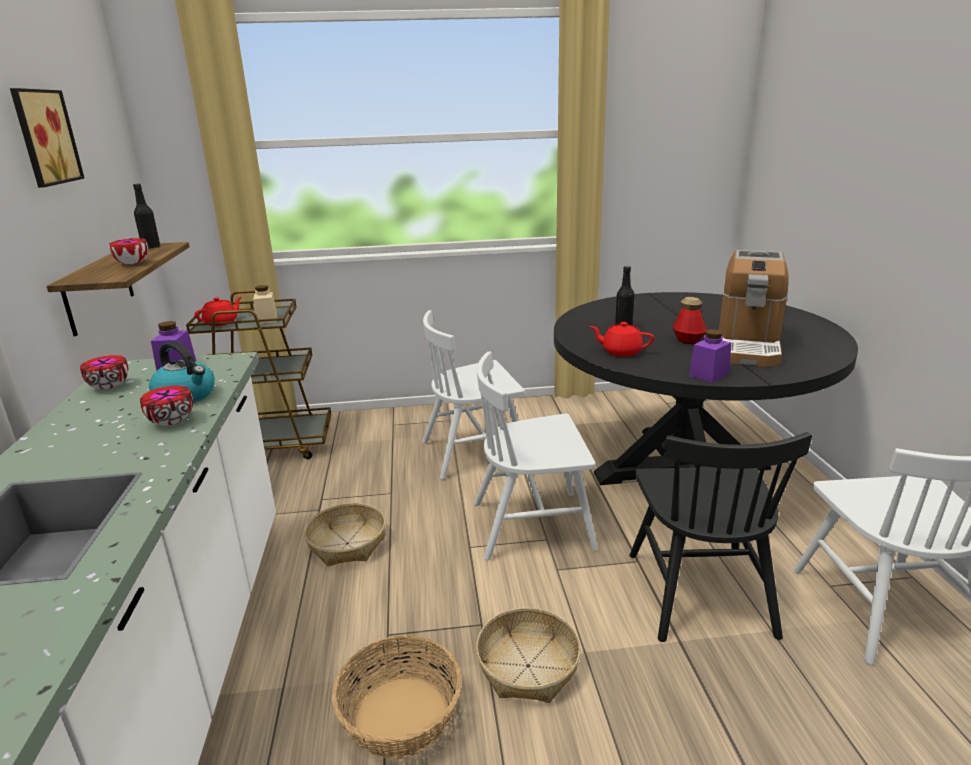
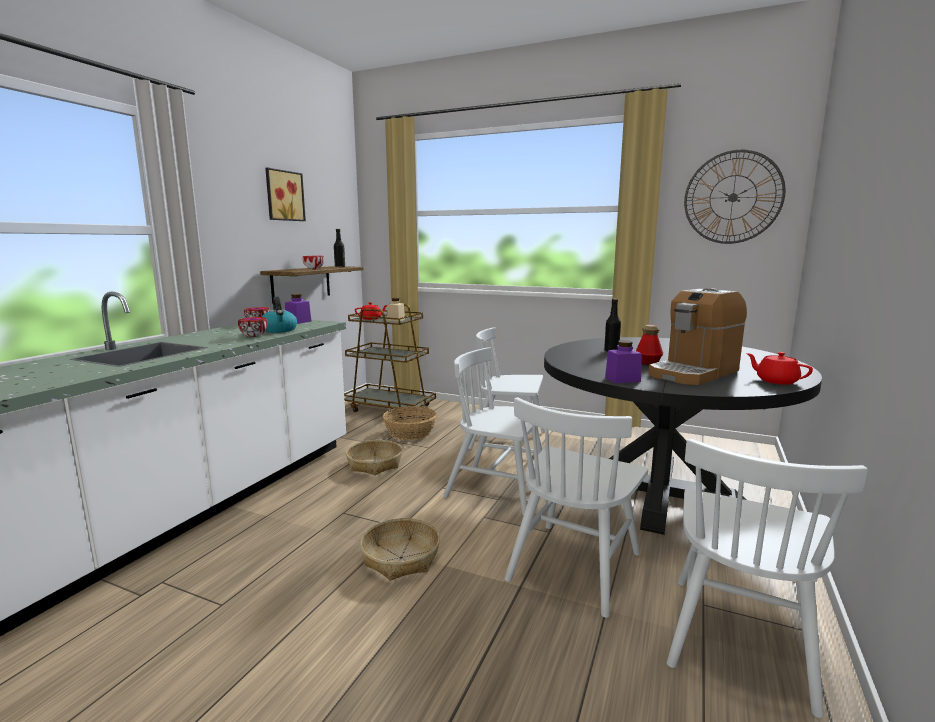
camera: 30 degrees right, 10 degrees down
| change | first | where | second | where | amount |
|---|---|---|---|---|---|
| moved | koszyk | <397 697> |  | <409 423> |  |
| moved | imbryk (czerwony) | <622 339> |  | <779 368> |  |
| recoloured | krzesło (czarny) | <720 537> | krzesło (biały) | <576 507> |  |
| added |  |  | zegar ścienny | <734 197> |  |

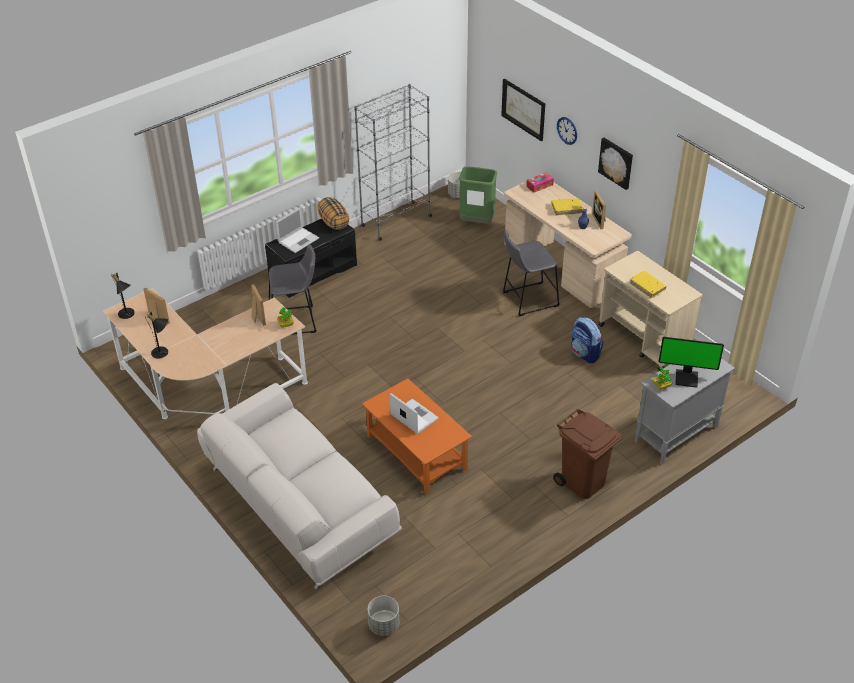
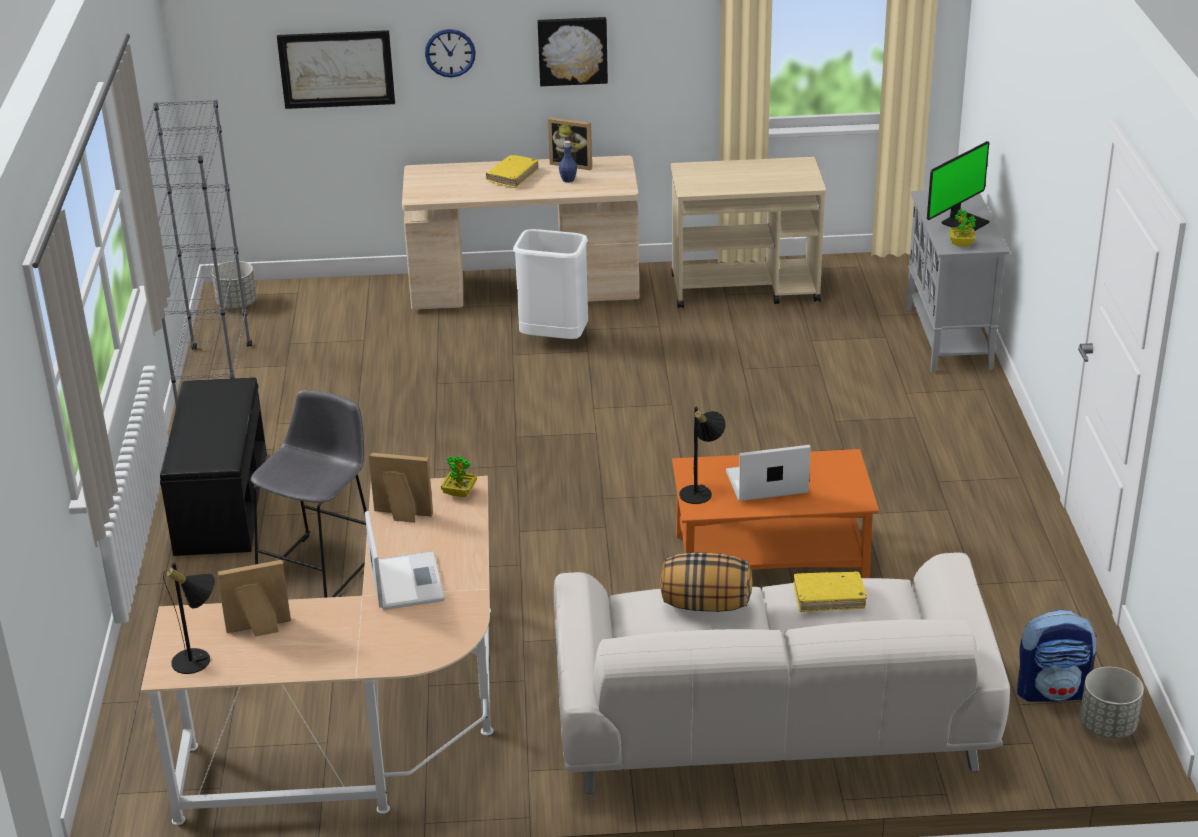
camera: 55 degrees left, 10 degrees down
| change | first | where | second | where | amount |
|---|---|---|---|---|---|
| moved | lampa stołowa (czarny) | <156 335> |  | <702 455> |  |
| moved | laptop | <297 230> |  | <405 560> |  |
| moved | poduszka | <333 213> |  | <706 582> |  |
| removed | kosz na śmieci (zielony) | <478 195> |  |  |  |
| replaced | stołek (szary) | <531 274> | kosz na śmieci (biały) | <550 284> |  |
| removed | pudełko chusteczek | <540 182> |  |  |  |
| removed | kosz na śmieci (brązowy) | <587 454> |  |  |  |
| moved | plecak | <587 340> |  | <1057 656> |  |
| moved | książka (żółty) | <648 284> |  | <830 592> |  |

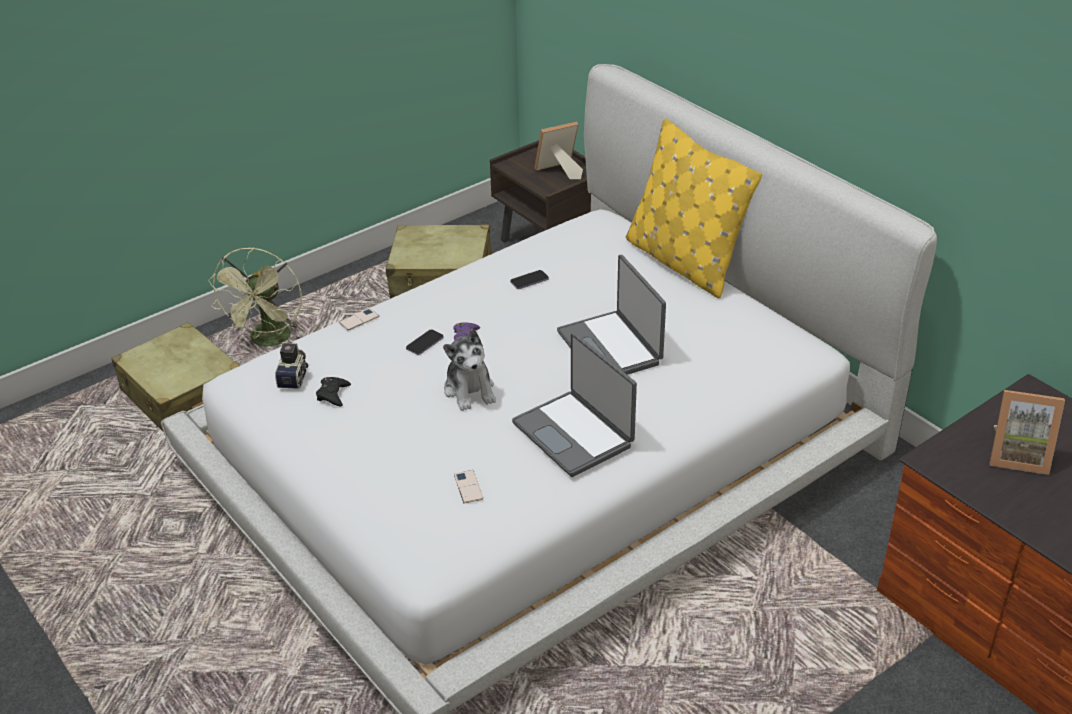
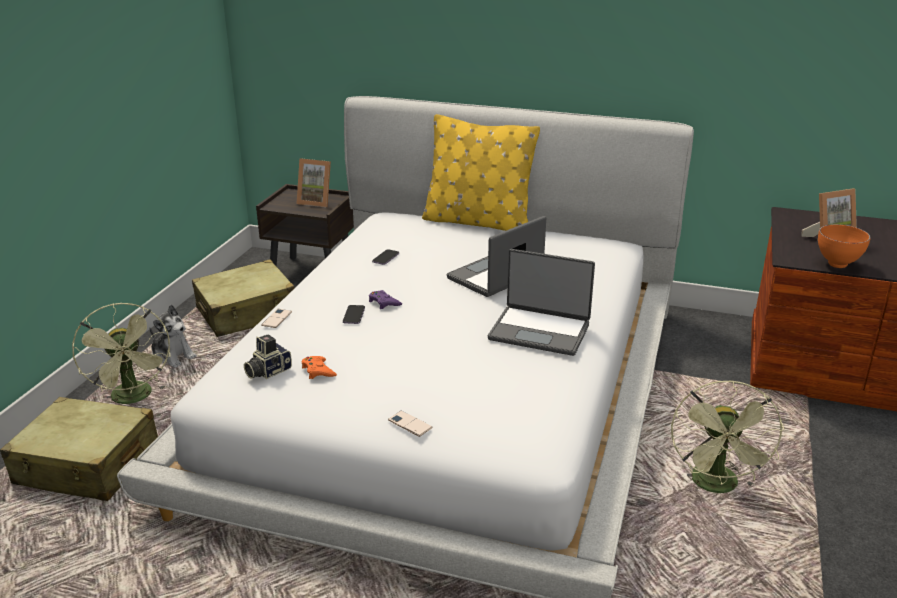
camera: 35 degrees left, 10 degrees down
| change | first | where | second | where | amount |
|---|---|---|---|---|---|
| turned | aparat fotograficzny | <291 365> |  | <268 356> | 105 degrees counterclockwise |
| recoloured | pad do gier (czarny) | <333 391> | pad do gier (pomarańczowy) | <319 367> |  |
| moved | pluszak | <469 370> |  | <173 336> |  |
| moved | telefon | <468 486> |  | <410 424> |  |
| turned | ramka na zdjęcie | <558 150> |  | <314 182> | 105 degrees counterclockwise |
| turned | laptop | <611 315> |  | <496 256> | 105 degrees clockwise |
| added |  |  | wentylator (zielony) | <727 437> |  |
| added |  |  | miska (pomarańczowy) | <844 246> |  |

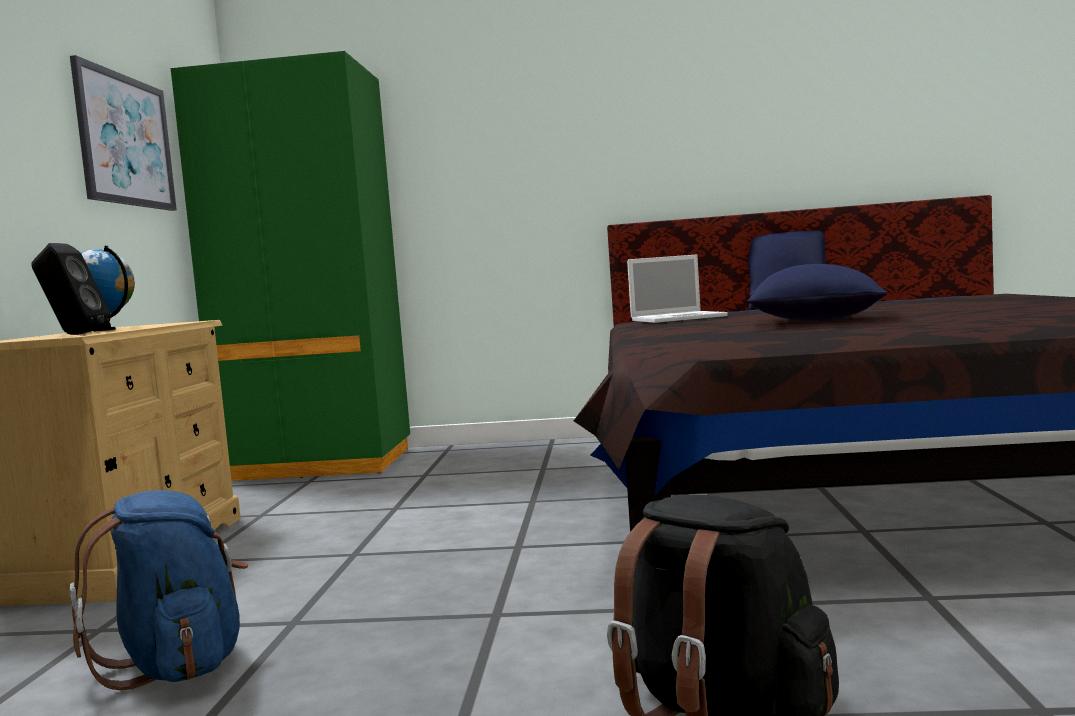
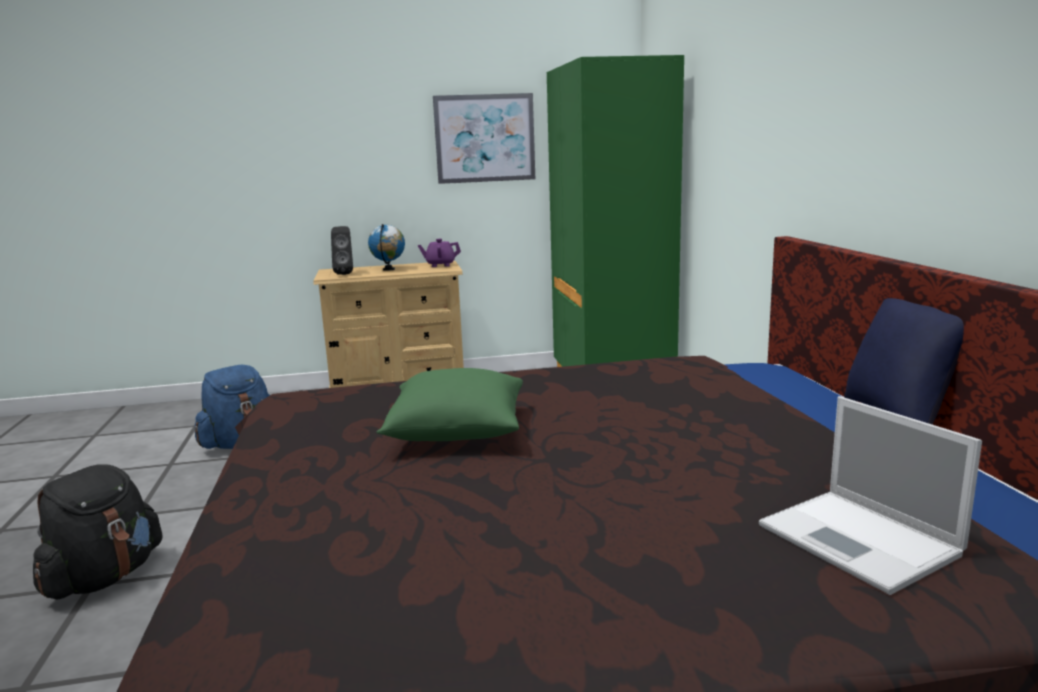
camera: 75 degrees right, 10 degrees up
| change | first | where | second | where | amount |
|---|---|---|---|---|---|
| moved | laptop | <677 289> |  | <870 495> |  |
| recoloured | poduszka (niebieski) | <818 292> | poduszka (zielony) | <449 404> |  |
| added |  |  | imbryk (fioletowy) | <439 253> |  |

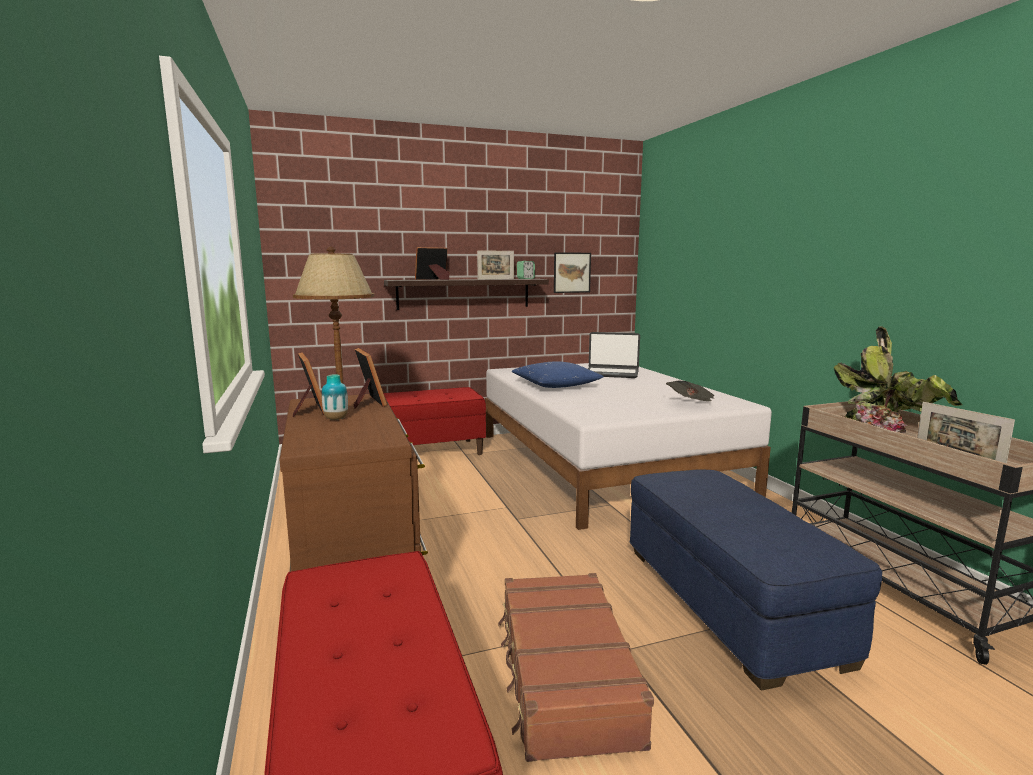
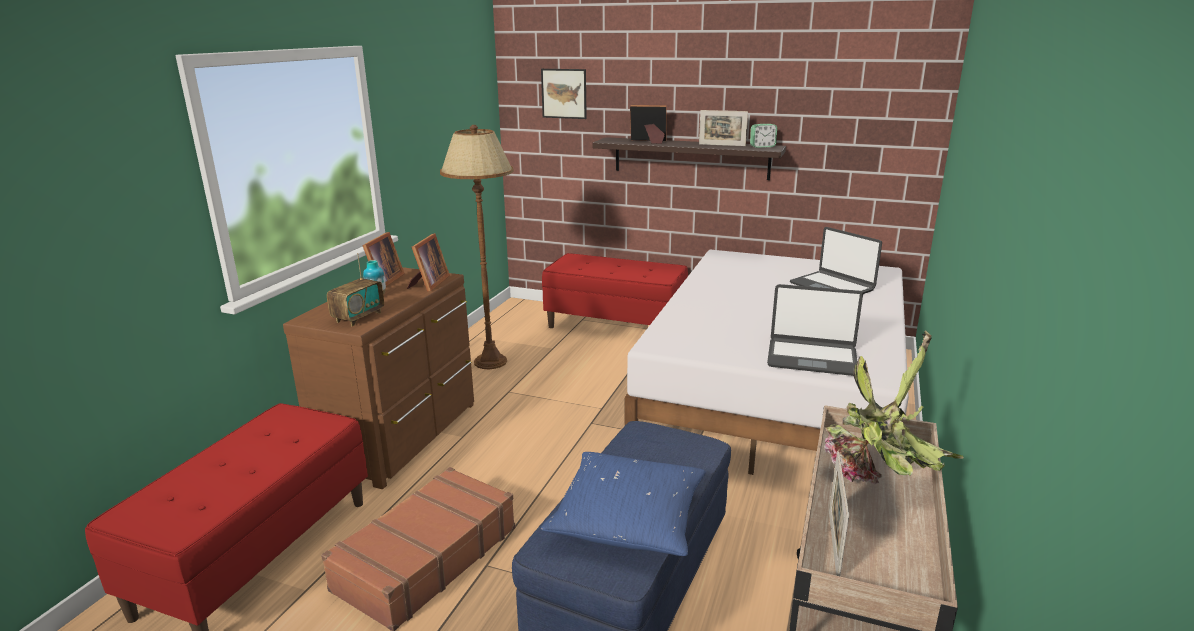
camera: 40 degrees right, 10 degrees up
| change | first | where | second | where | amount |
|---|---|---|---|---|---|
| moved | poduszka (niebieski) | <558 374> |  | <623 504> |  |
| moved | obraz | <572 272> |  | <564 94> |  |
| replaced | gazeta | <690 391> | laptop | <815 330> |  |
| added |  |  | radio | <355 289> |  |

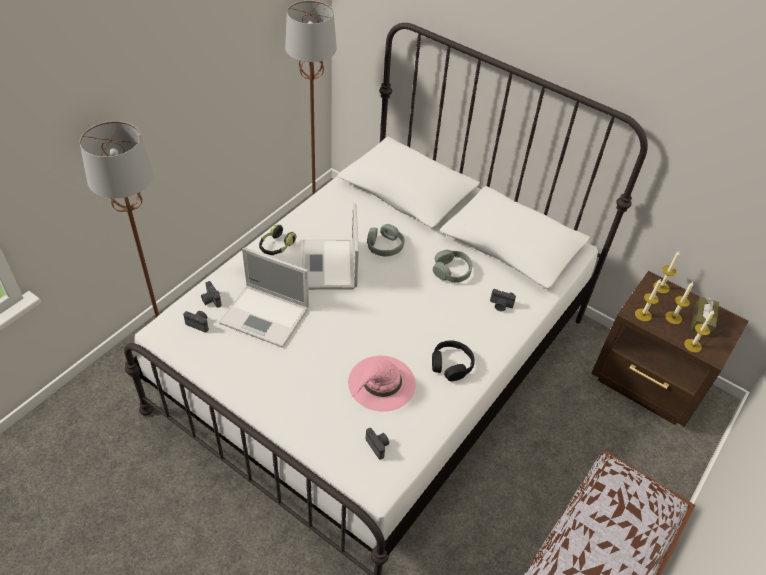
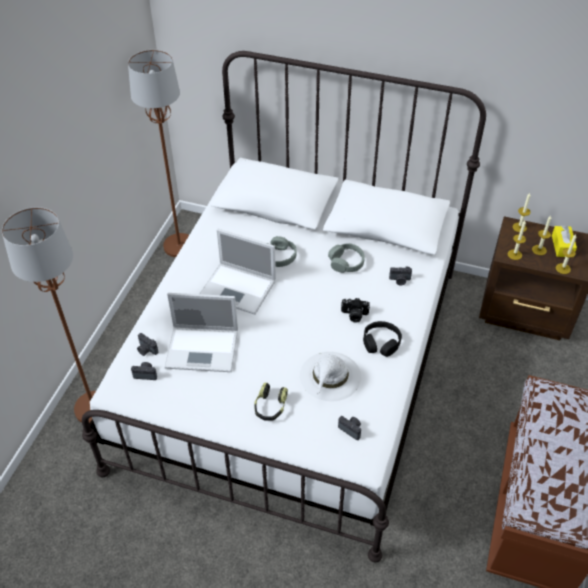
camera: 15 degrees left, 0 degrees up
| change | first | where | second | where | amount |
|---|---|---|---|---|---|
| moved | słuchawki | <278 239> |  | <271 402> |  |
| turned | laptop | <330 246> |  | <237 272> | 45 degrees counterclockwise |
| recoloured | kapelusz (różowy) | <382 384> | kapelusz (biały) | <330 377> |  |
| recoloured | pudełko chusteczek (brązowy) | <705 316> | pudełko chusteczek (żółty) | <564 241> |  |
| added |  |  | aparat fotograficzny | <355 310> |  |

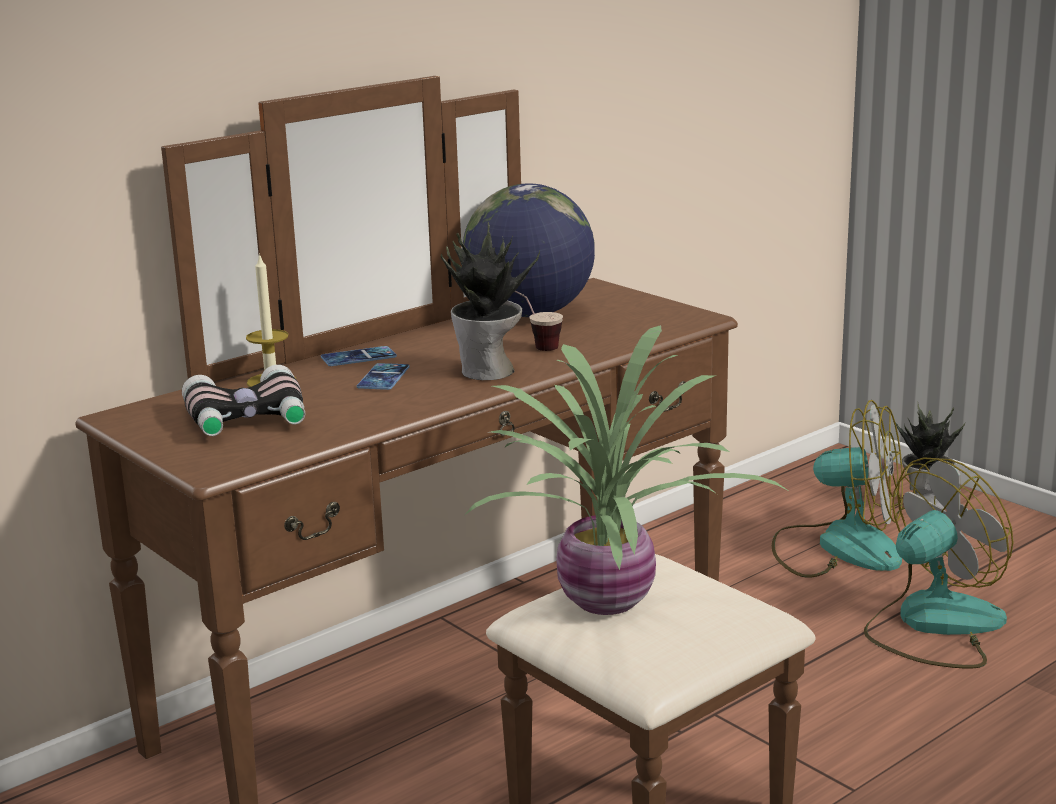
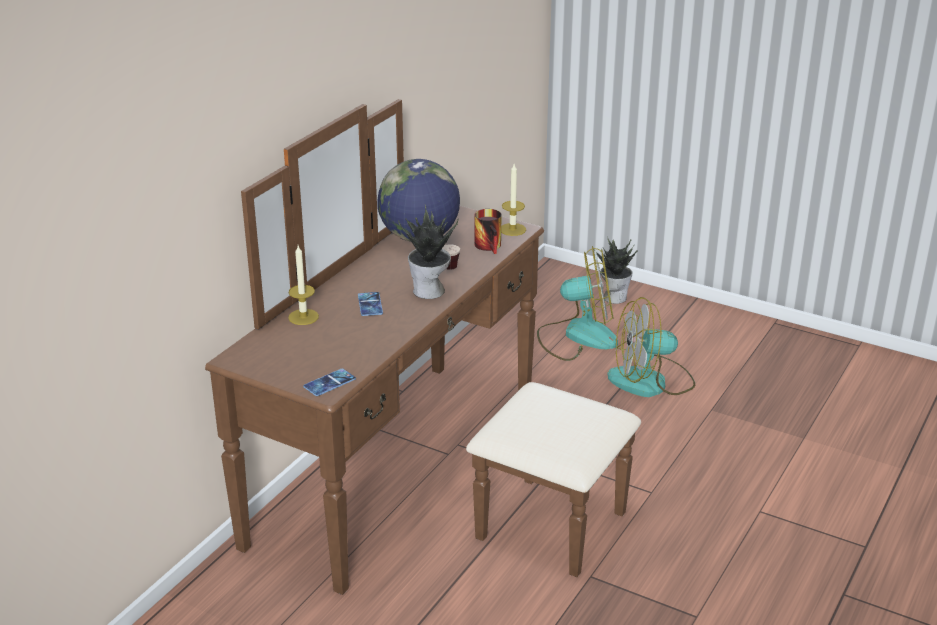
camera: 20 degrees left, 10 degrees up
| change | first | where | second | where | amount |
|---|---|---|---|---|---|
| removed | lornetka | <243 400> |  |  |  |
| moved | telefon | <359 356> |  | <329 382> |  |
| removed | roślina doniczkowa | <627 470> |  |  |  |
| turned | wentylator | <939 563> |  | <651 347> | 135 degrees counterclockwise |
| added |  |  | kubek | <488 231> |  |
| added |  |  | świeca | <513 200> |  |

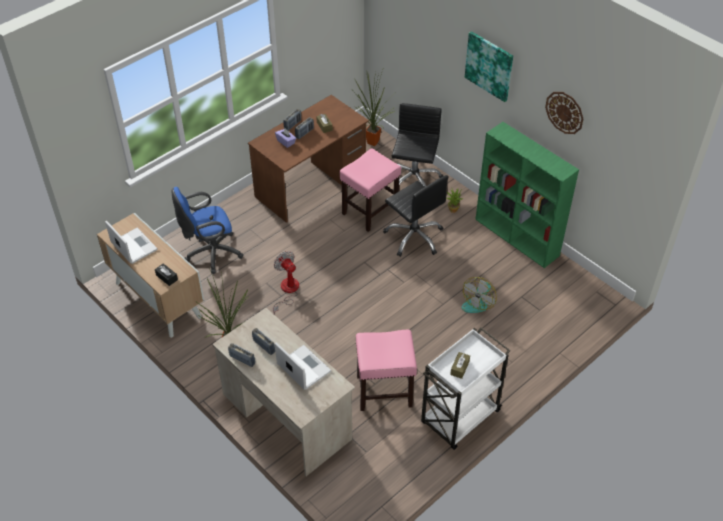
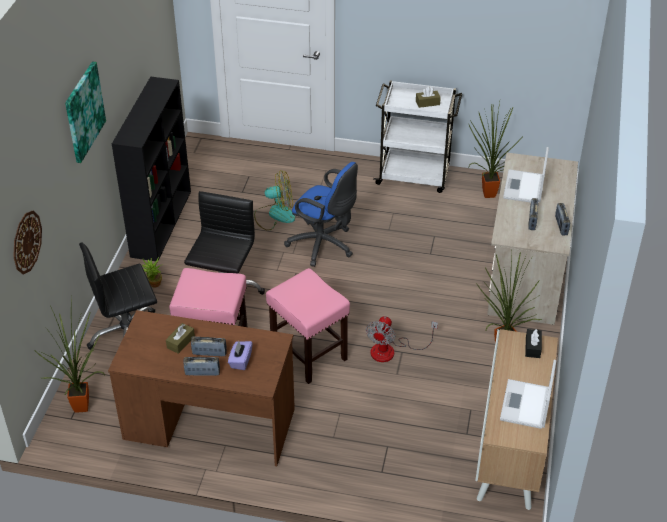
camera: 125 degrees left, 5 degrees down
| change | first | where | second | where | amount |
|---|---|---|---|---|---|
| moved | krzesło biurowe (niebieski) | <207 230> |  | <321 214> |  |
| moved | stołek (różowy) | <386 370> |  | <308 326> |  |
| recoloured | regał (zielony) | <527 195> | regał (czarny) | <151 169> |  |
| moved | zegar ścienny | <564 113> |  | <27 242> |  |
| added |  |  | roślina doniczkowa | <495 150> |  |

